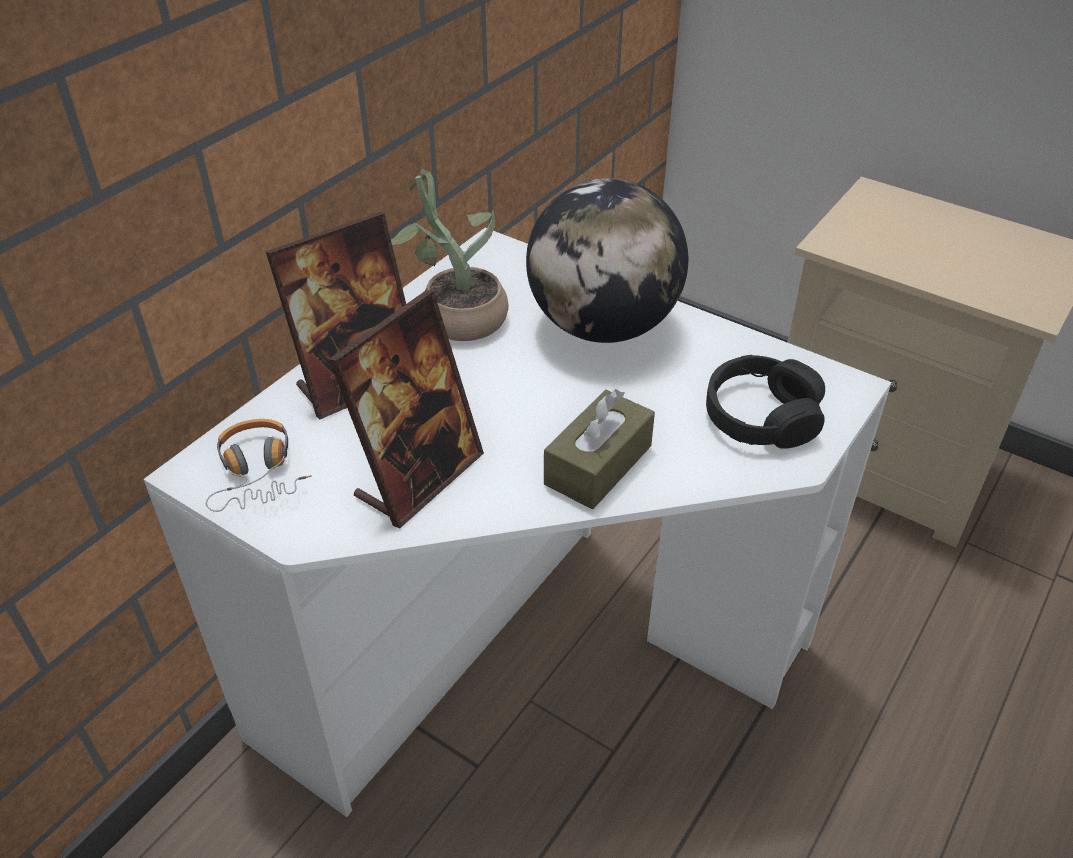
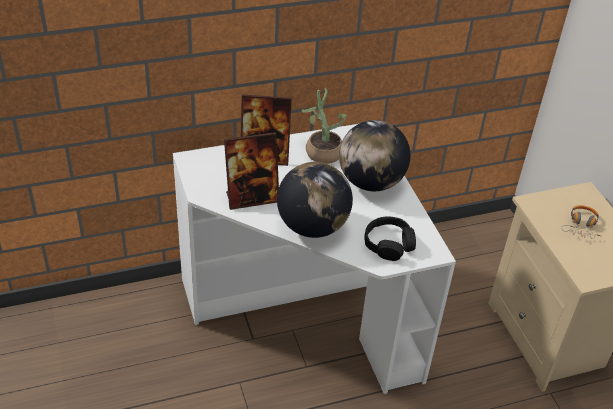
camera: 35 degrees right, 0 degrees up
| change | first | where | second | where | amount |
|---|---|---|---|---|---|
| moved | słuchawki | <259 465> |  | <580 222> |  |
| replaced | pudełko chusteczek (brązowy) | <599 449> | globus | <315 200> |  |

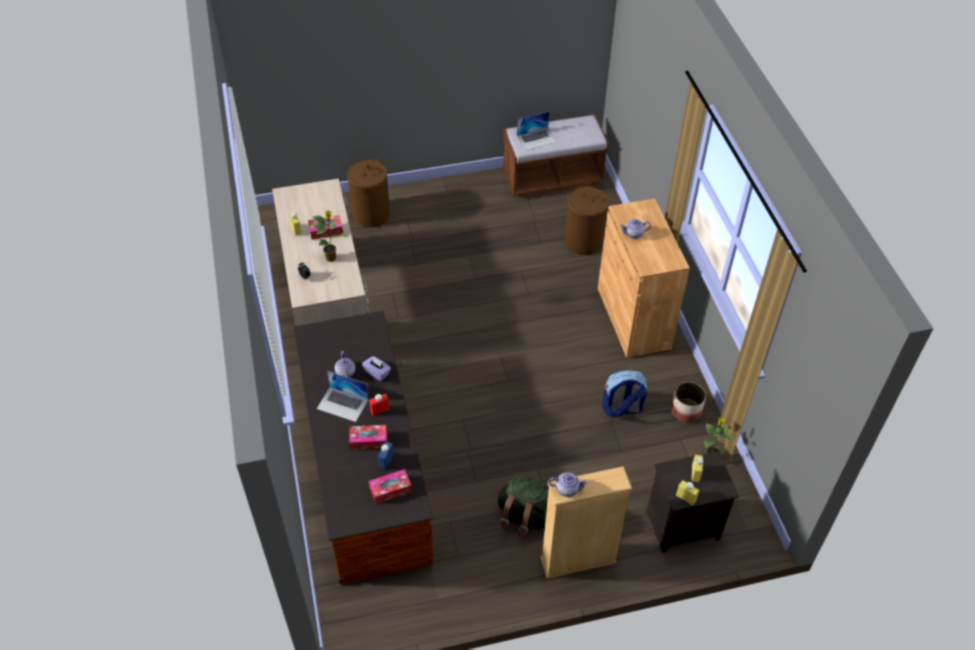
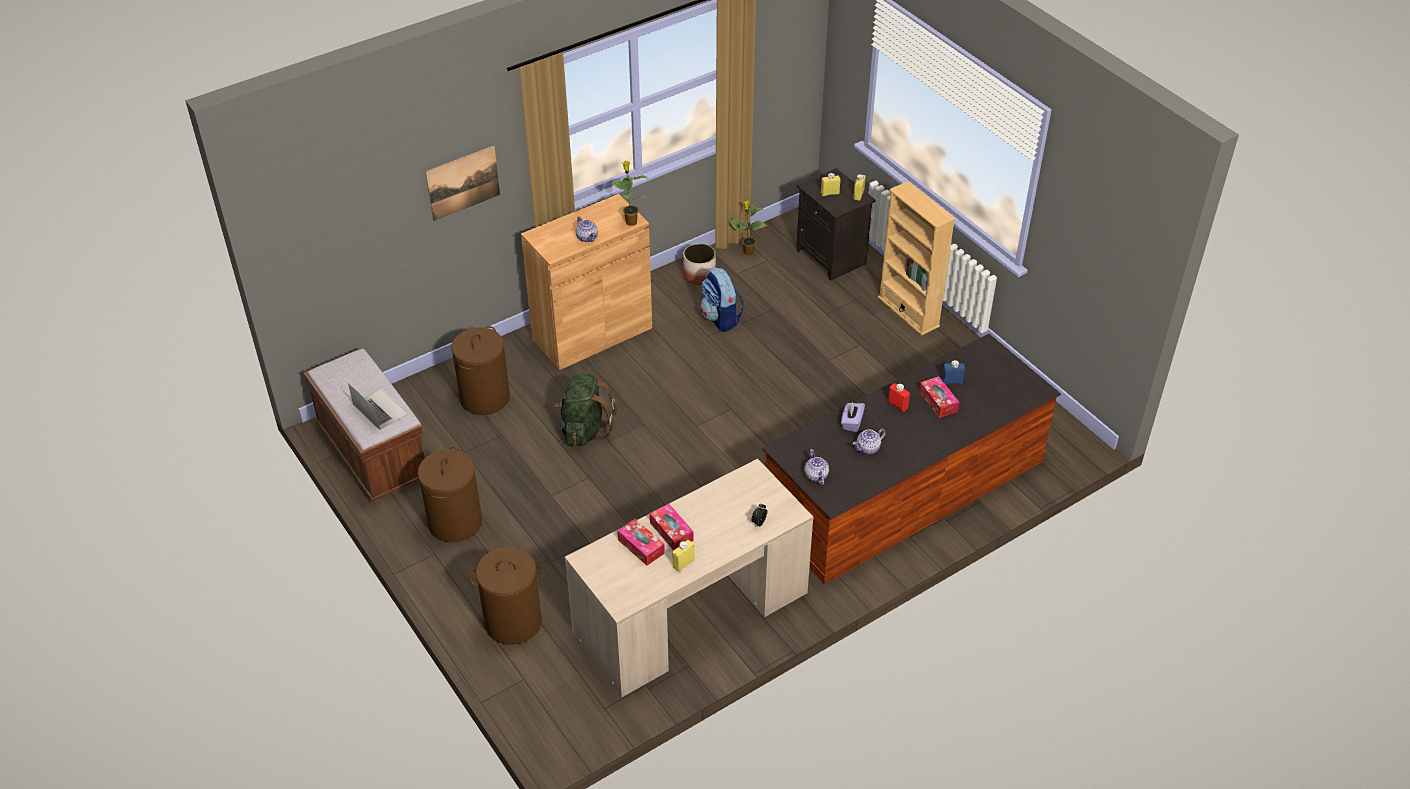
camera: 110 degrees left, 5 degrees down
| change | first | where | second | where | amount |
|---|---|---|---|---|---|
| moved | roślina doniczkowa | <329 236> |  | <630 193> |  |
| removed | laptop | <342 396> |  |  |  |
| moved | pudełko chusteczek | <390 486> |  | <641 542> |  |
| moved | plecak (zielony) | <523 507> |  | <586 409> |  |
| moved | imbryk | <568 484> |  | <816 467> |  |
| added |  |  | kosz na pranie (brązowy) | <450 494> |  |
| added |  |  | obraz | <462 183> |  |

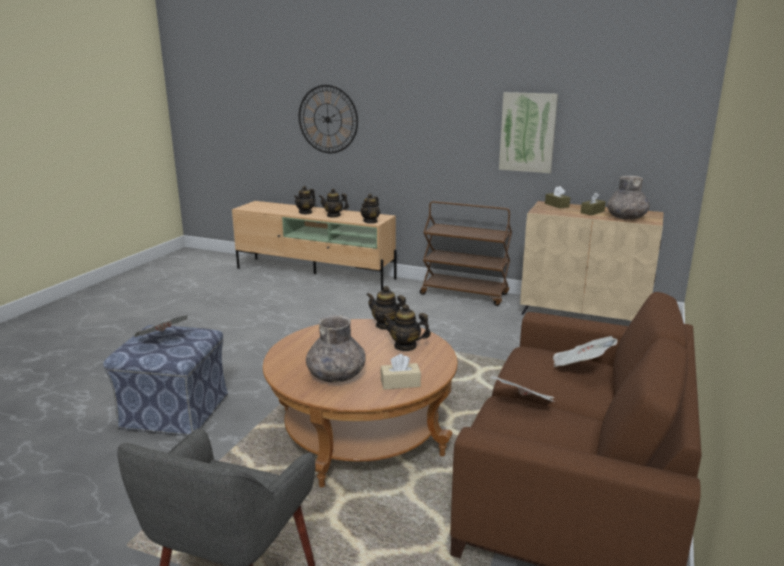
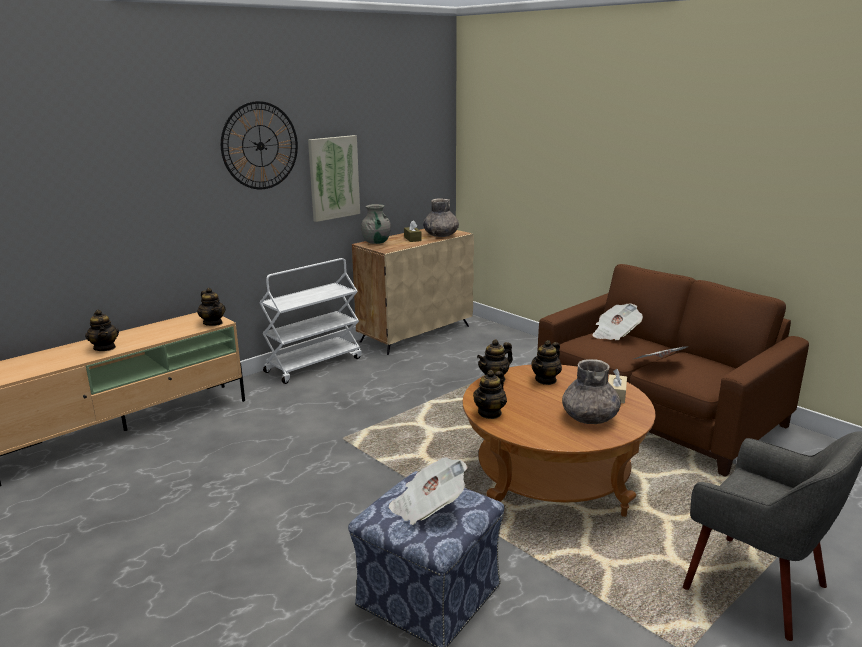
camera: 65 degrees left, 0 degrees up
| change | first | where | second | where | amount |
|---|---|---|---|---|---|
| moved | zegar ścienny | <328 119> |  | <259 145> |  |
| moved | imbryk | <334 203> |  | <490 394> |  |
| recoloured | wózek (brązowy) | <466 253> | wózek (biały) | <310 321> |  |
| replaced | pudełko chusteczek (brązowy) | <557 197> | wazon (szary) | <376 224> |  |

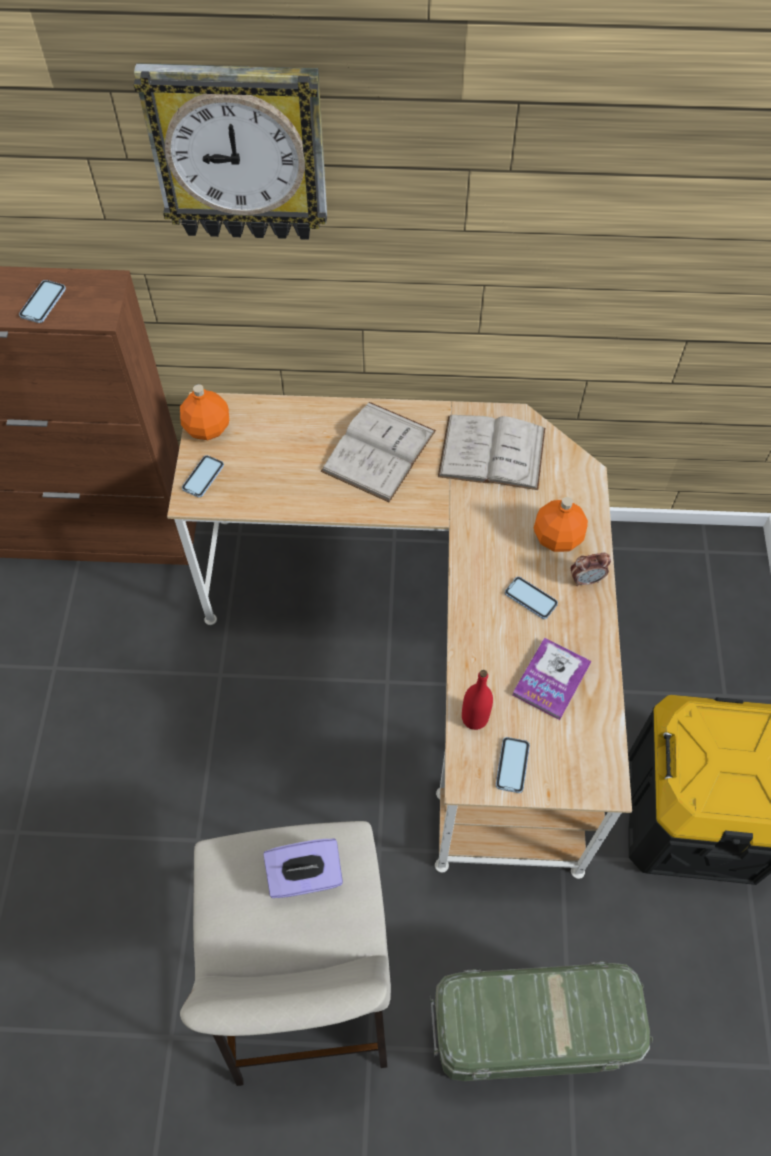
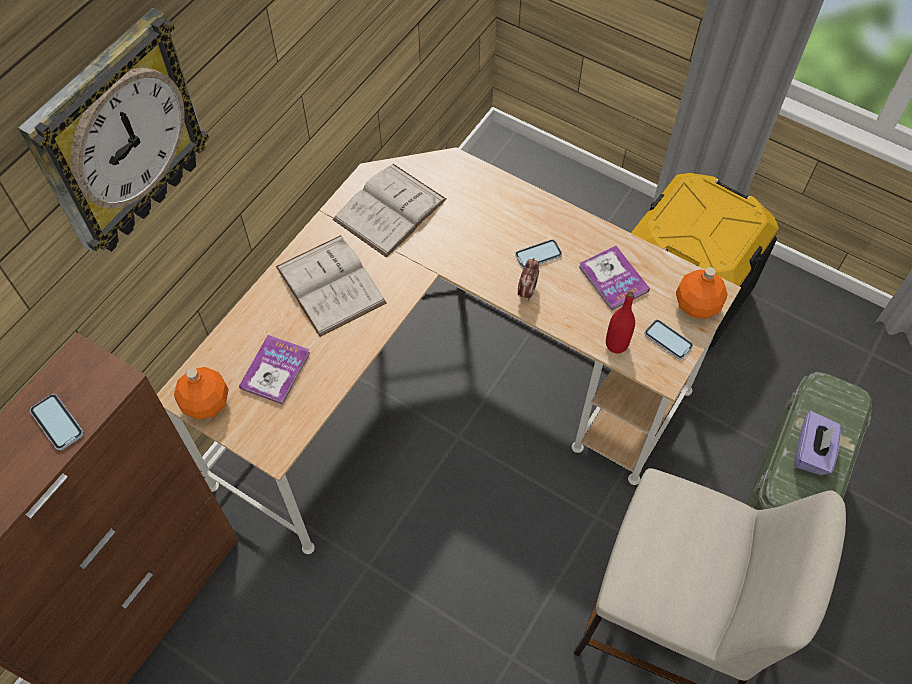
camera: 60 degrees left, 0 degrees up
| change | first | where | second | where | amount |
|---|---|---|---|---|---|
| removed | telefon | <203 476> |  |  |  |
| moved | pudełko chusteczek (fioletowy) | <303 868> |  | <817 443> |  |
| moved | butelka (pomarańczowy) | <561 524> |  | <702 293> |  |
| moved | budzik | <591 569> |  | <528 279> |  |
| added |  |  | książka | <274 370> |  |

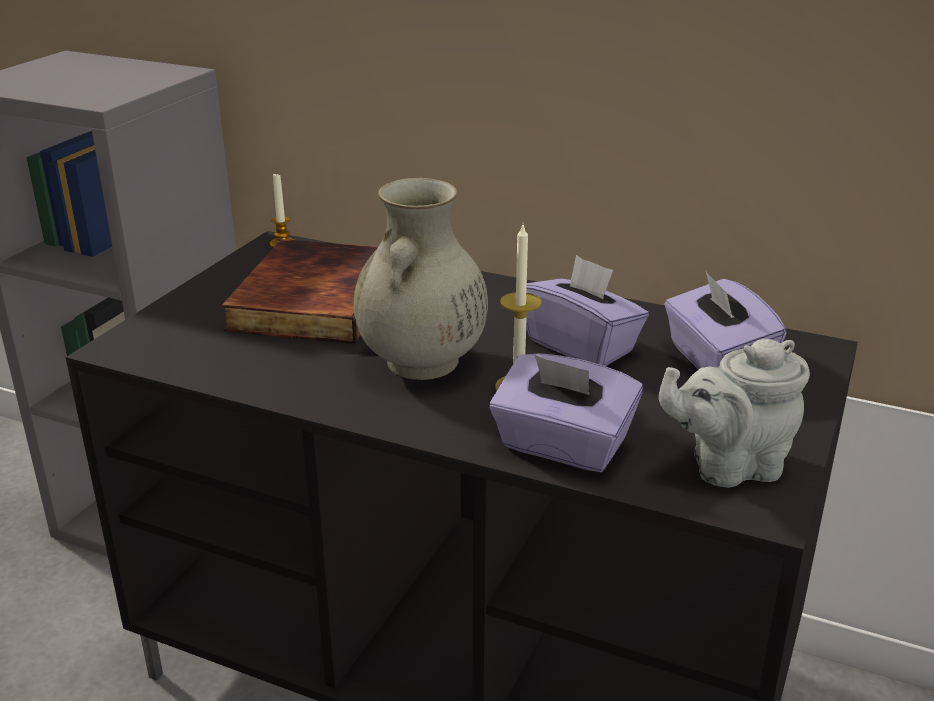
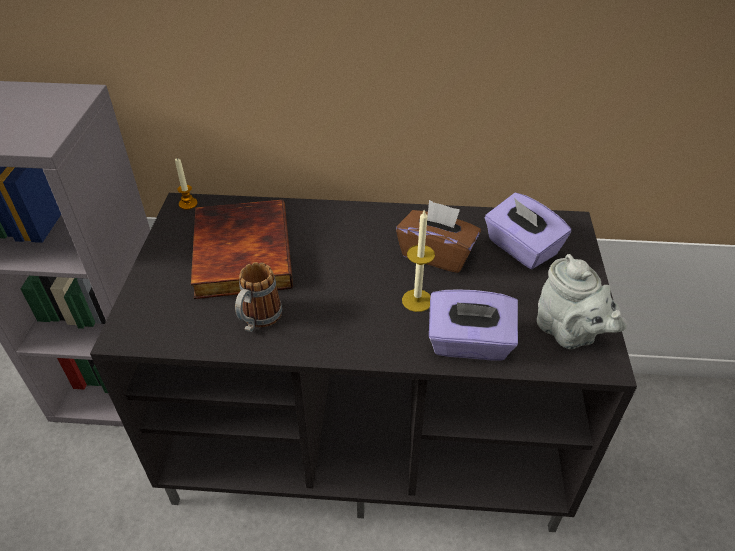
camera: 20 degrees left, 15 degrees up
| change | first | where | second | where | amount |
|---|---|---|---|---|---|
| removed | wazon (beżowy) | <421 279> |  |  |  |
| recoloured | pudełko chusteczek (fioletowy) | <587 310> | pudełko chusteczek (brązowy) | <438 236> |  |
| turned | imbryk (szary) | <734 413> |  | <582 301> | 90 degrees counterclockwise |
| added |  |  | kubek | <258 297> |  |

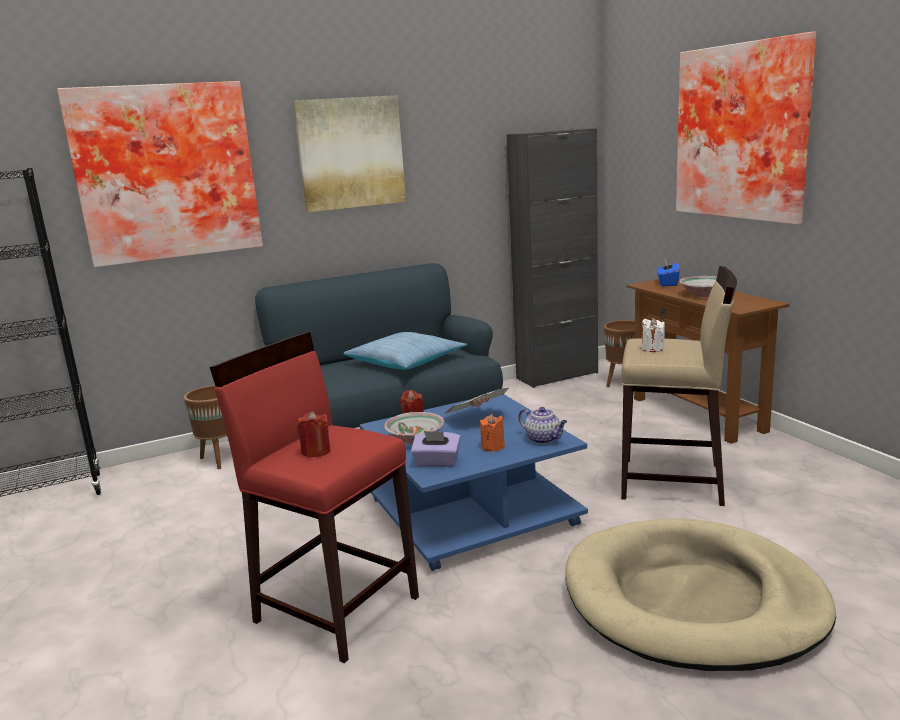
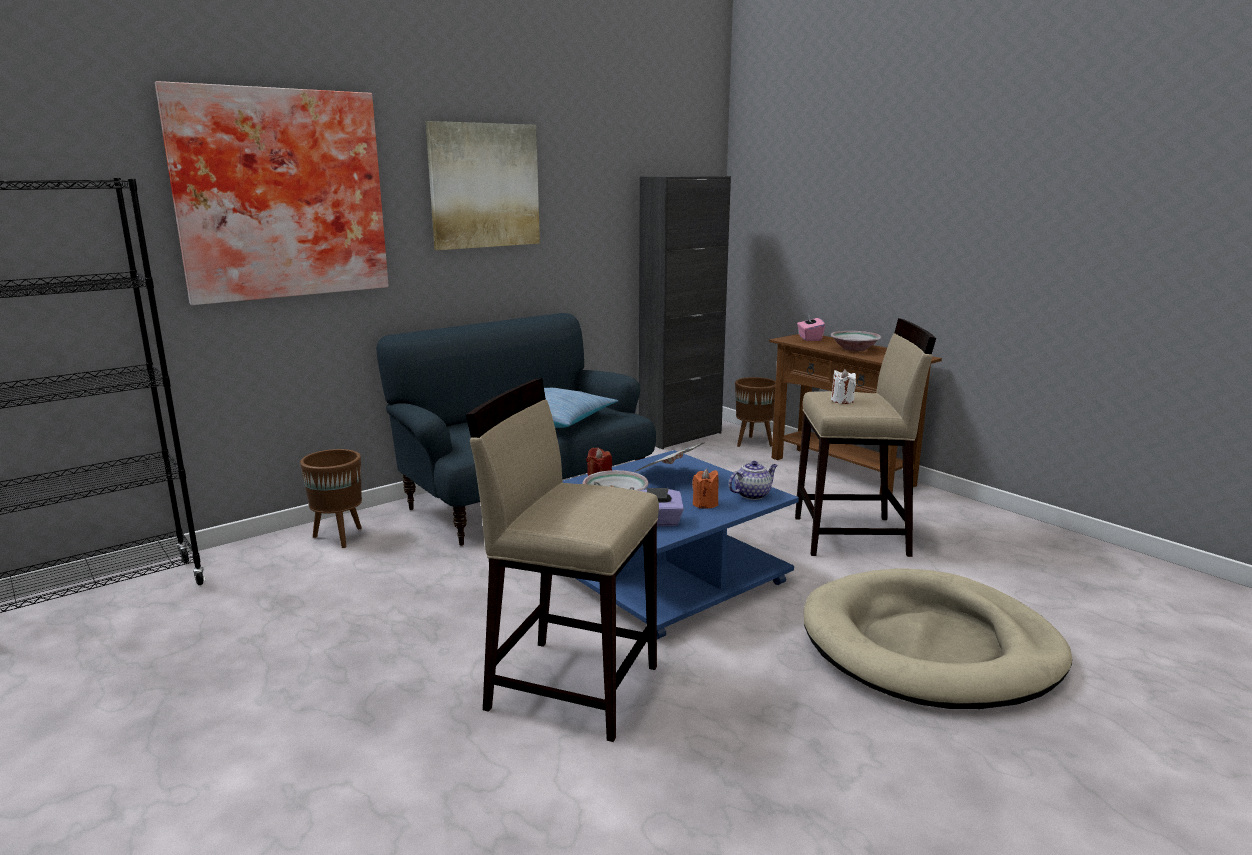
camera: 15 degrees left, 0 degrees up
| change | first | where | second | where | amount |
|---|---|---|---|---|---|
| recoloured | stołek (czerwony) | <314 497> | stołek (beżowy) | <562 560> |  |
| removed | świeca (czerwony) | <314 434> |  |  |  |
| turned | imbryk | <542 425> |  | <753 480> | 60 degrees counterclockwise |
| recoloured | pudełko chusteczek (niebieski) | <668 272> | pudełko chusteczek (różowy) | <811 327> |  |
| removed | obraz | <746 128> |  |  |  |

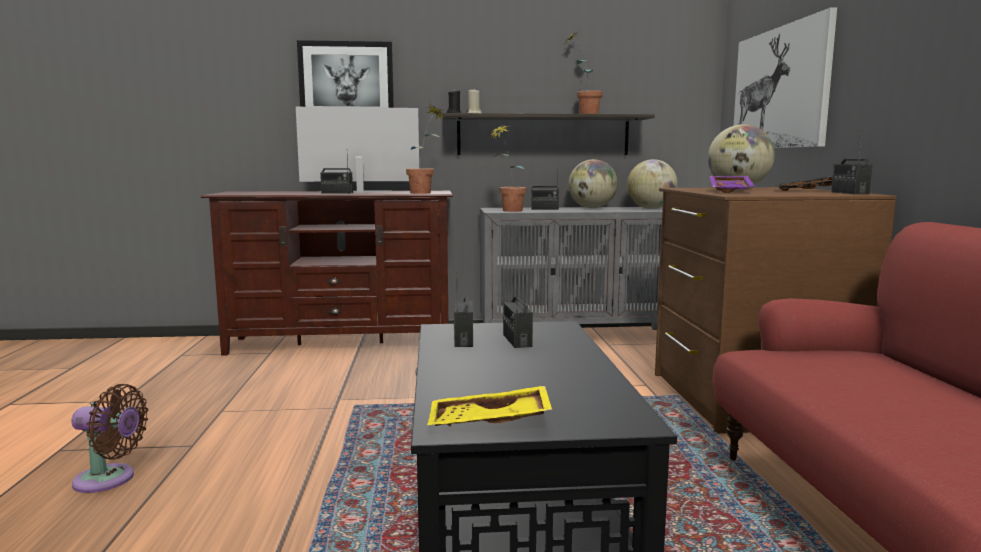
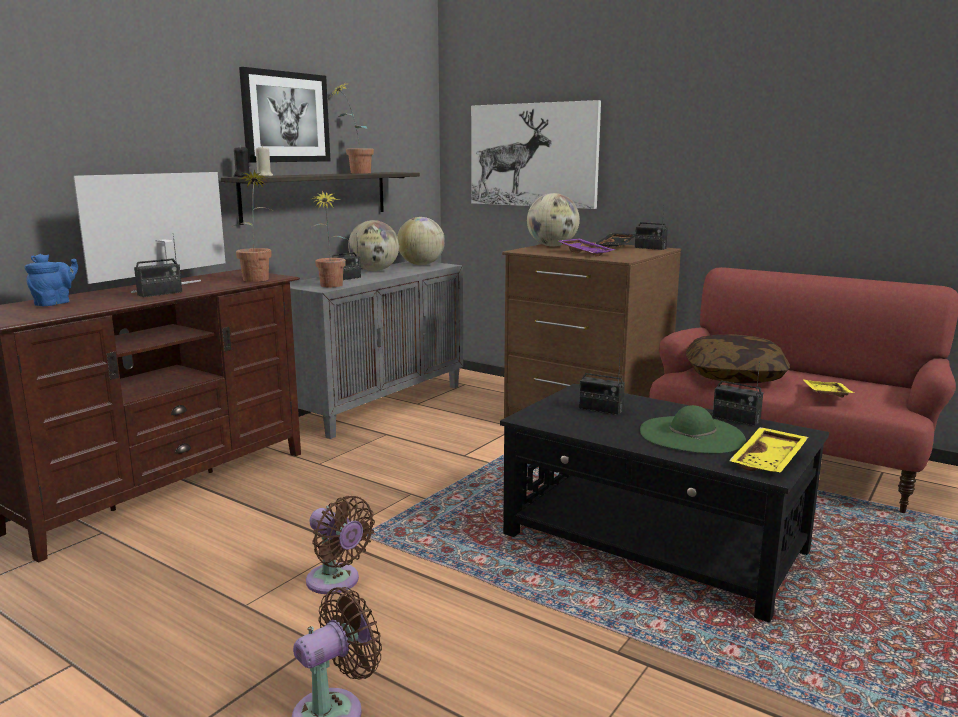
camera: 50 degrees left, 5 degrees up
| change | first | where | second | where | amount |
|---|---|---|---|---|---|
| moved | obraz | <345 74> |  | <285 114> |  |
| moved | radio | <463 310> |  | <737 393> |  |
| added |  |  | imbryk (niebieski) | <51 280> |  |
| added |  |  | wentylator (brązowy) | <340 545> |  |
| added |  |  | kapelusz (zielony) | <693 429> |  |
| added |  |  | poduszka | <738 359> |  |
| added |  |  | taca (żółty) | <829 389> |  |

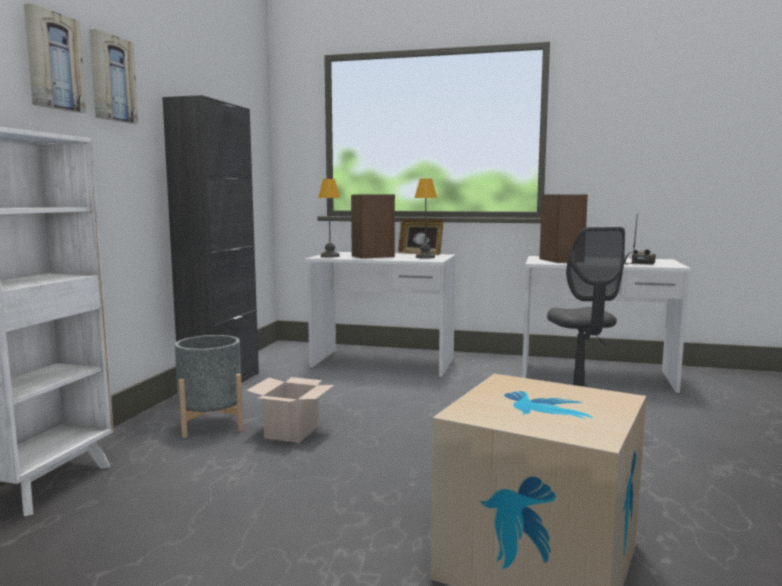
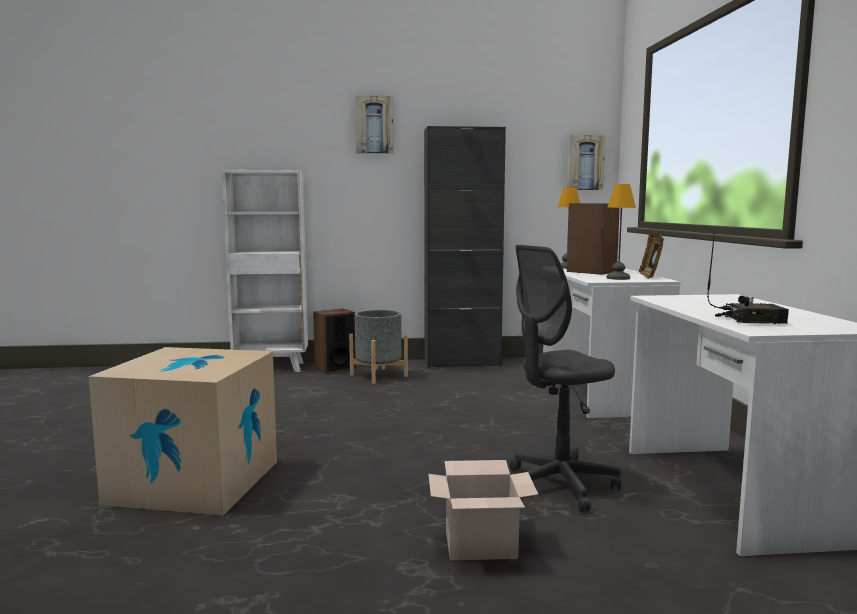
camera: 70 degrees right, 0 degrees up
| change | first | where | second | where | amount |
|---|---|---|---|---|---|
| moved | obraz | <55 58> |  | <586 162> |  |
| moved | karton | <290 410> |  | <483 510> |  |
| moved | głośnik | <563 228> |  | <334 341> |  |

